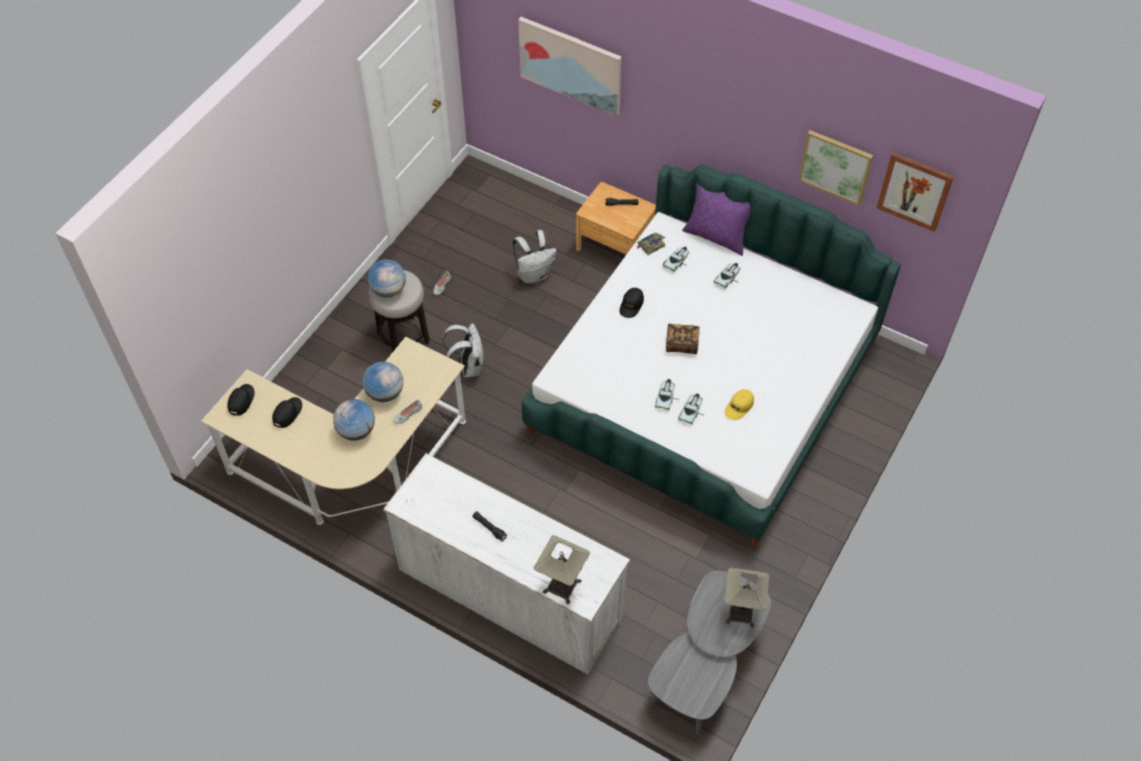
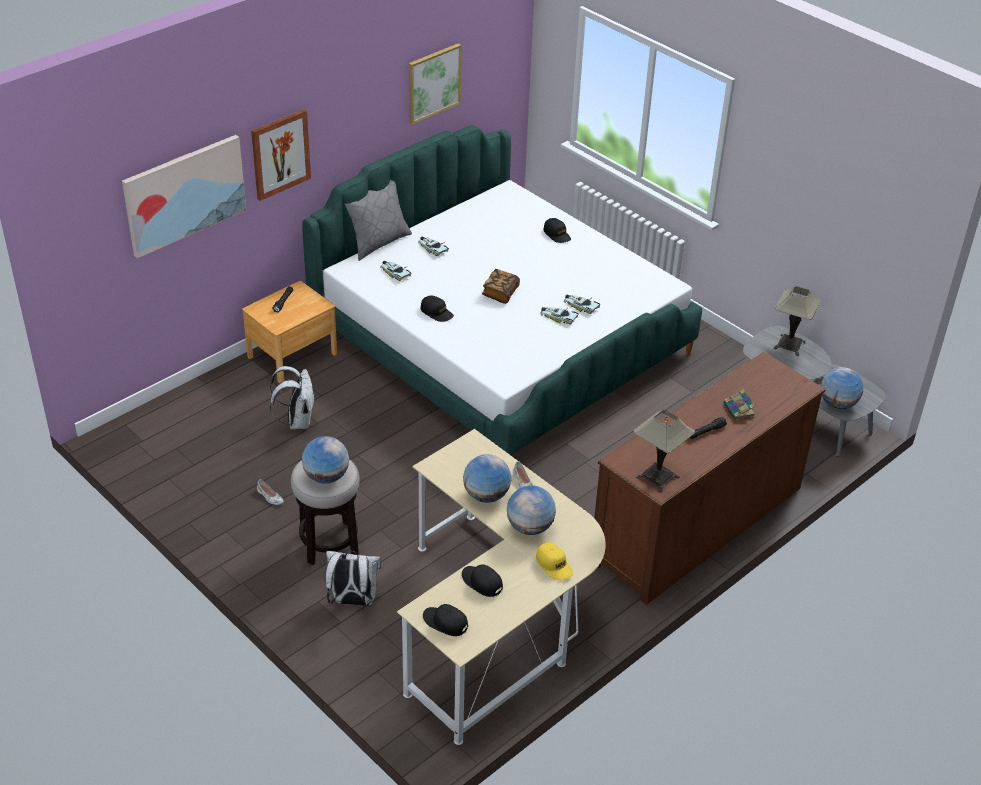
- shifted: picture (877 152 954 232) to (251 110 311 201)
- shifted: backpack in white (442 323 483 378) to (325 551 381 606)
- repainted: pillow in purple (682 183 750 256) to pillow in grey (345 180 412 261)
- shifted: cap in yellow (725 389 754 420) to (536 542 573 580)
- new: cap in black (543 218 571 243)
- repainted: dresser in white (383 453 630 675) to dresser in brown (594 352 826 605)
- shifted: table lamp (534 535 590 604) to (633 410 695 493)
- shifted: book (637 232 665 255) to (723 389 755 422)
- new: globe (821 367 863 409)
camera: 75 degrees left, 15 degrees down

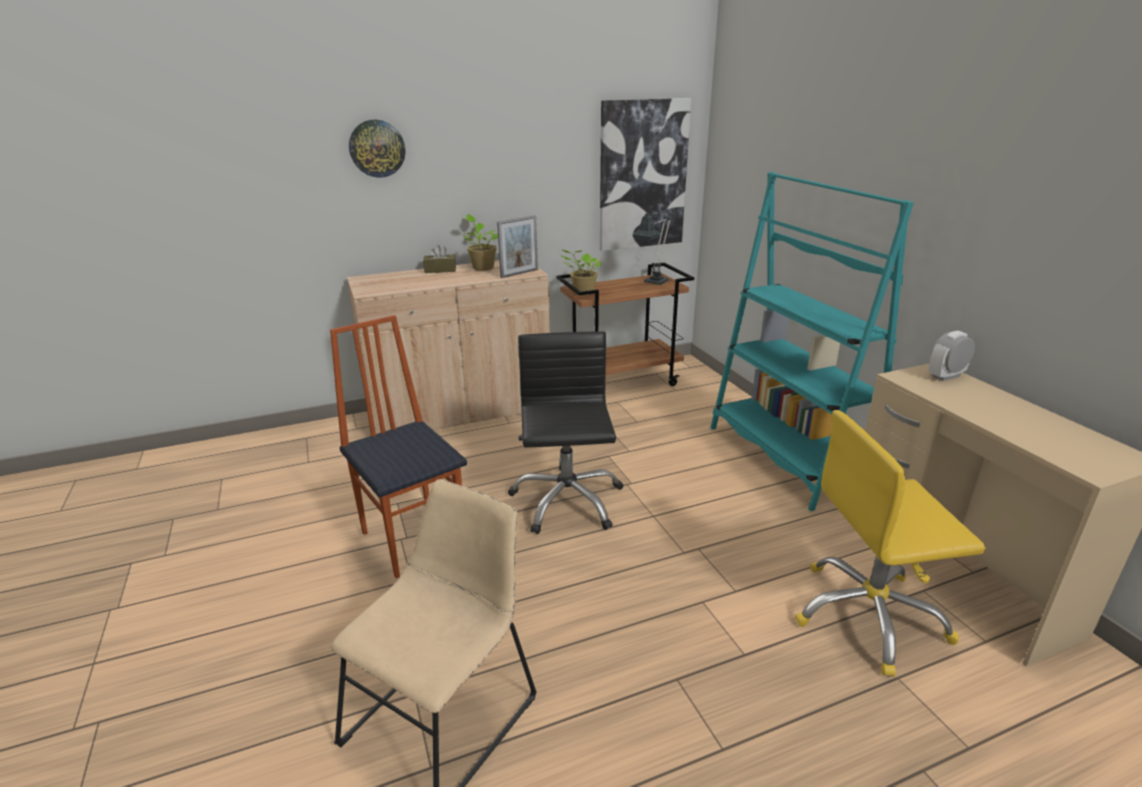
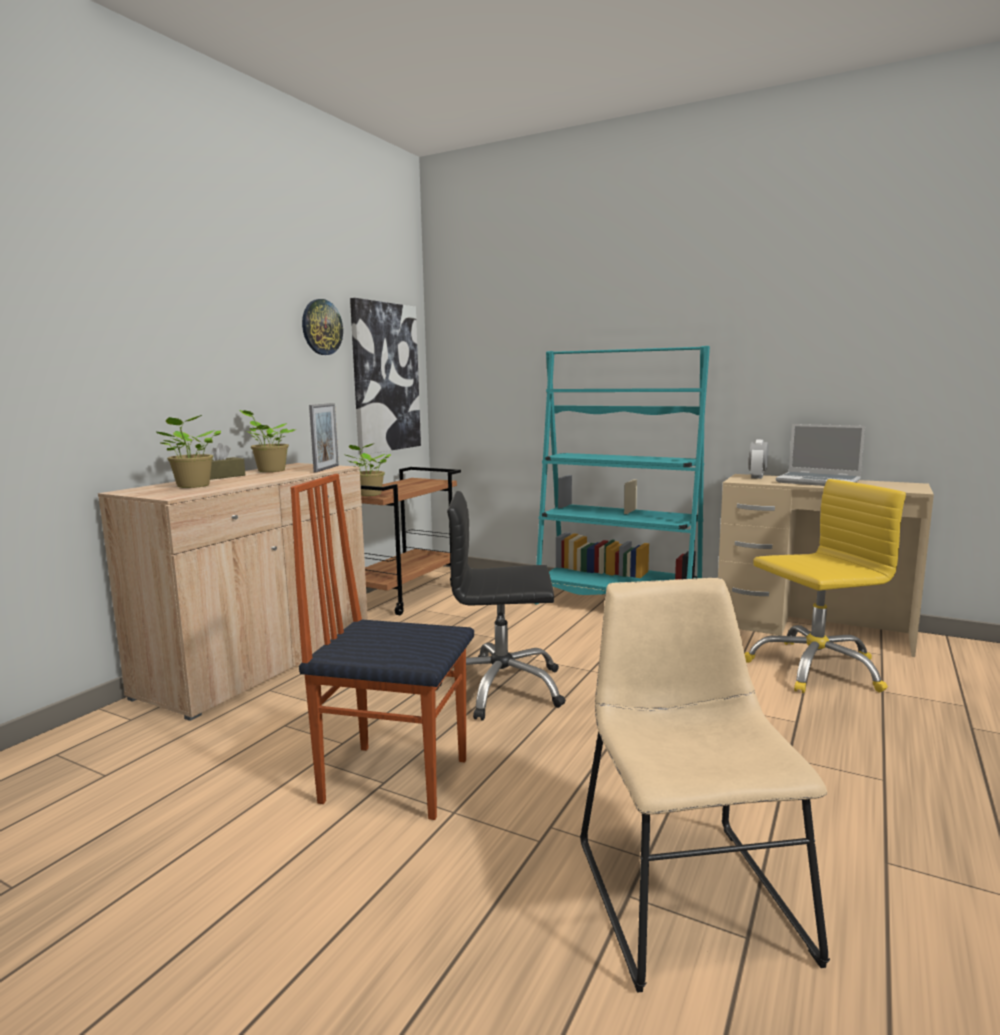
- new: potted plant (157 415 221 488)
- shifted: wall clock (349 120 405 178) to (302 299 343 355)
- rotated: office chair in black (508 332 623 534) = (436 491 566 721) 45 degrees counterclockwise
- rotated: office chair in yellow (795 410 985 677) = (744 479 906 693) 150 degrees counterclockwise
- new: laptop (776 424 865 486)
- gone: table lamp (632 210 671 285)
camera: 40 degrees left, 15 degrees down

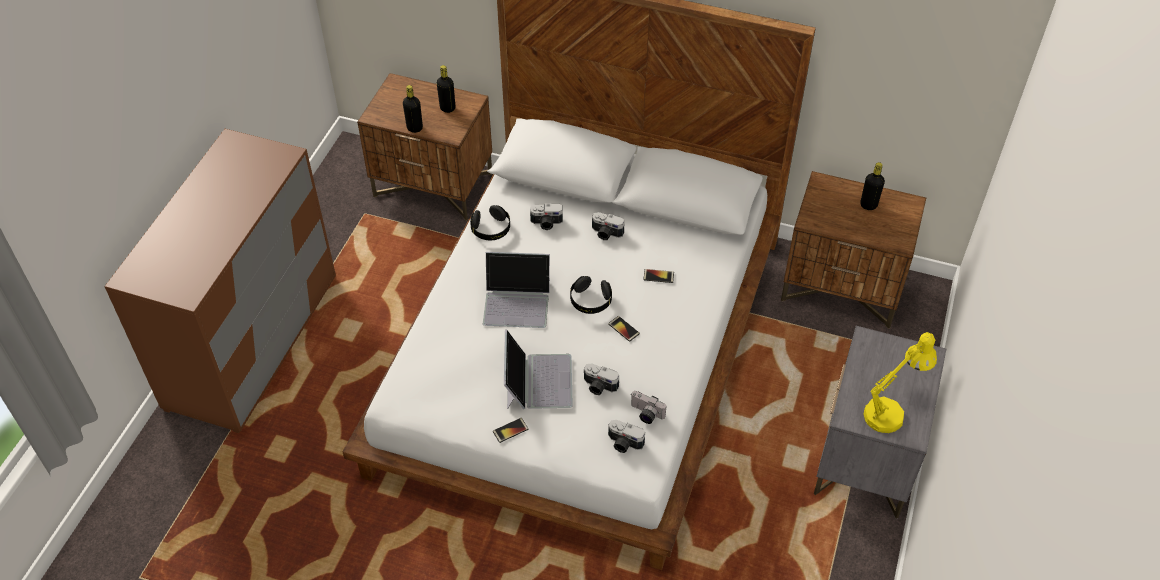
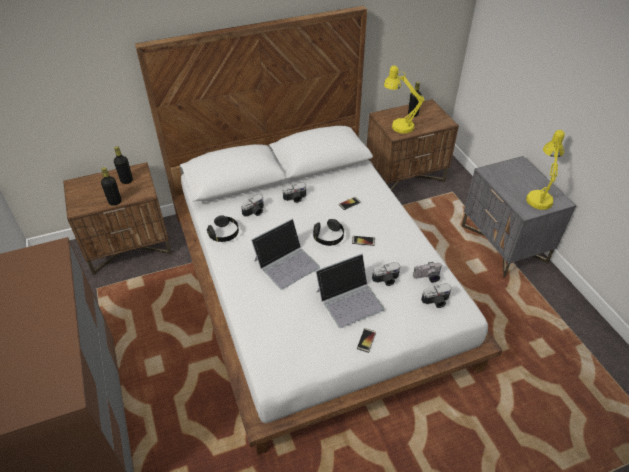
- rotated: laptop (504 329 573 409) = (316 254 384 328) 105 degrees clockwise
- new: table lamp in yellow (384 66 425 134)
camera: 40 degrees left, 5 degrees down

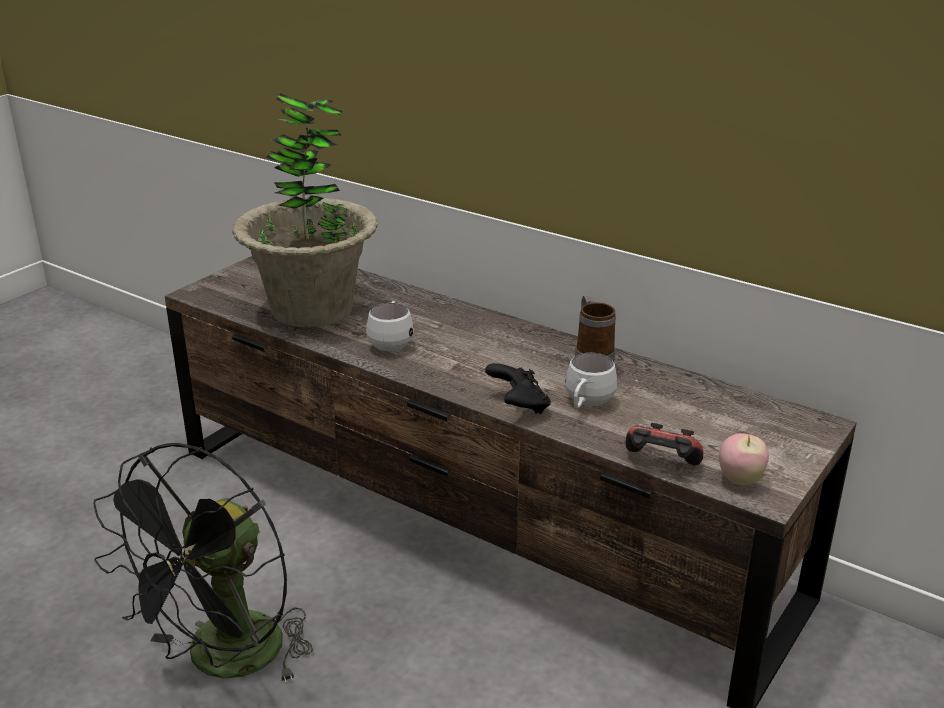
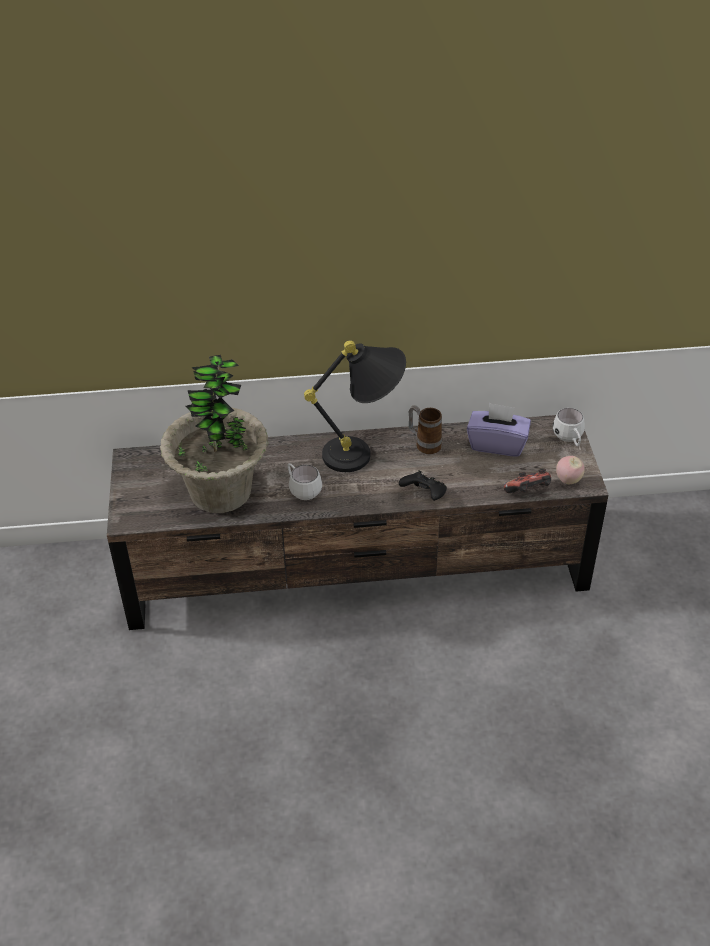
- new: table lamp in black (304 340 406 472)
- new: tissue box in purple (467 403 531 457)
- shifted: mug in white (565 353 617 408) to (553 408 585 446)
- gone: fan in black (93 443 313 685)
camera: 40 degrees left, 15 degrees up

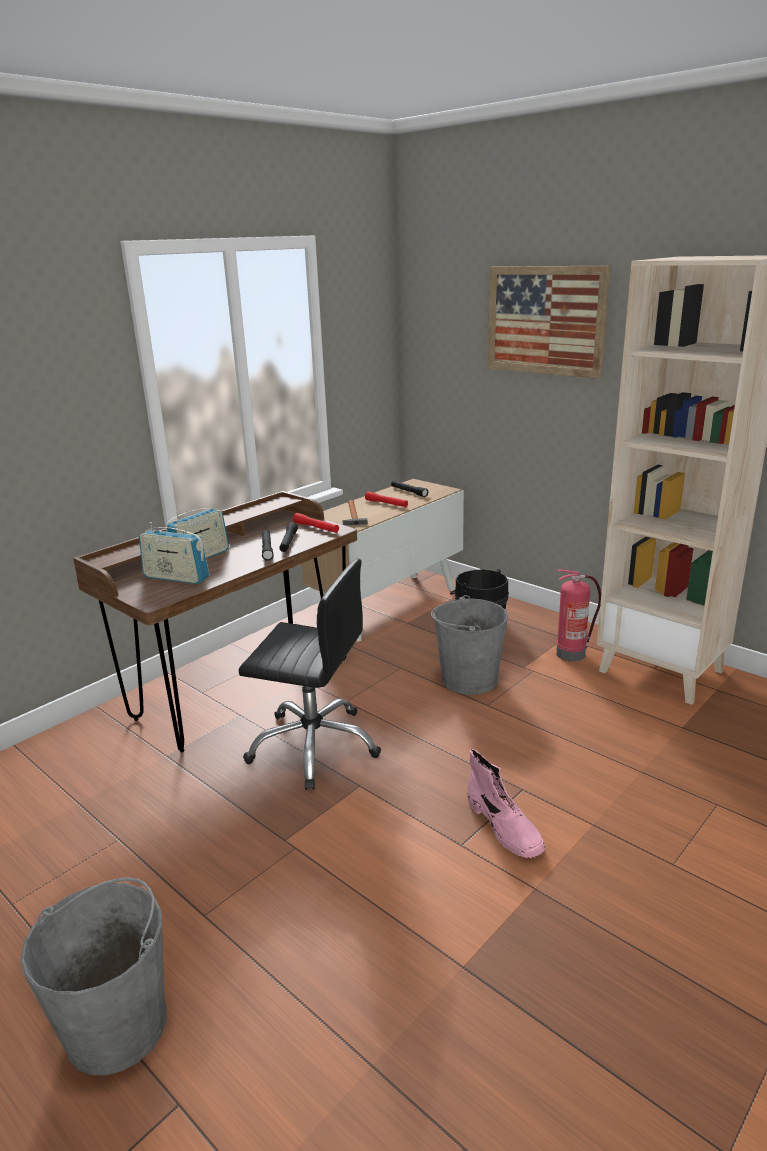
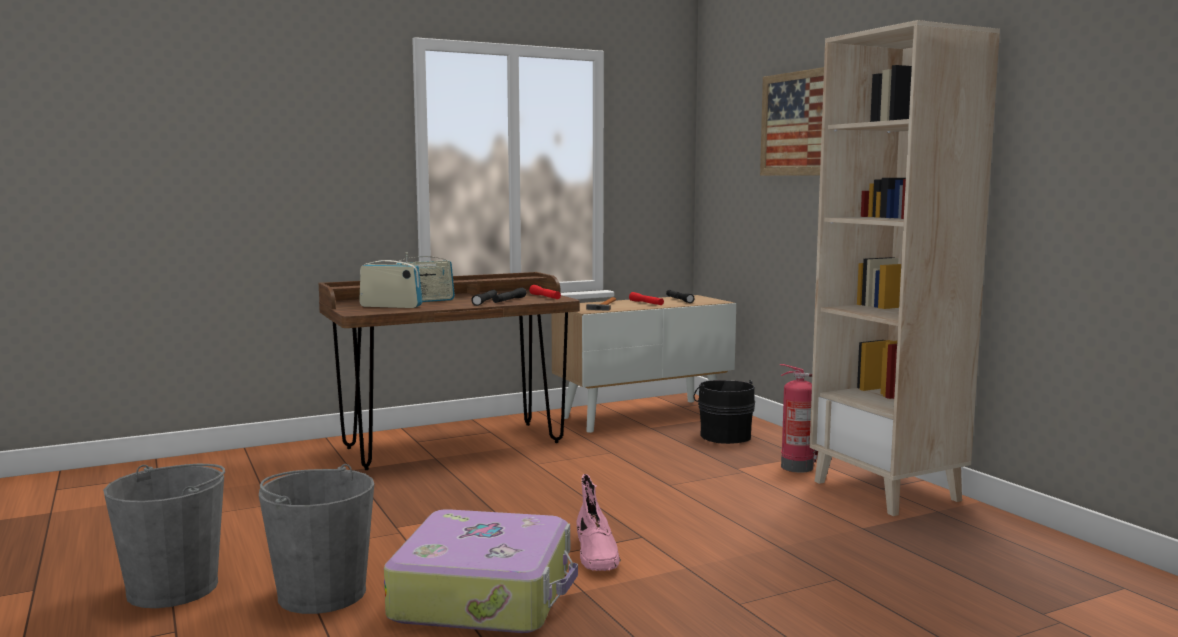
- shifted: bucket in grey (431 595 508 695) to (259 464 374 614)
- rotated: radio (139 522 209 584) = (359 255 422 308) 150 degrees clockwise
- new: suitcase (384 509 578 633)
- gone: office chair in black (238 559 381 790)
camera: 20 degrees right, 15 degrees down

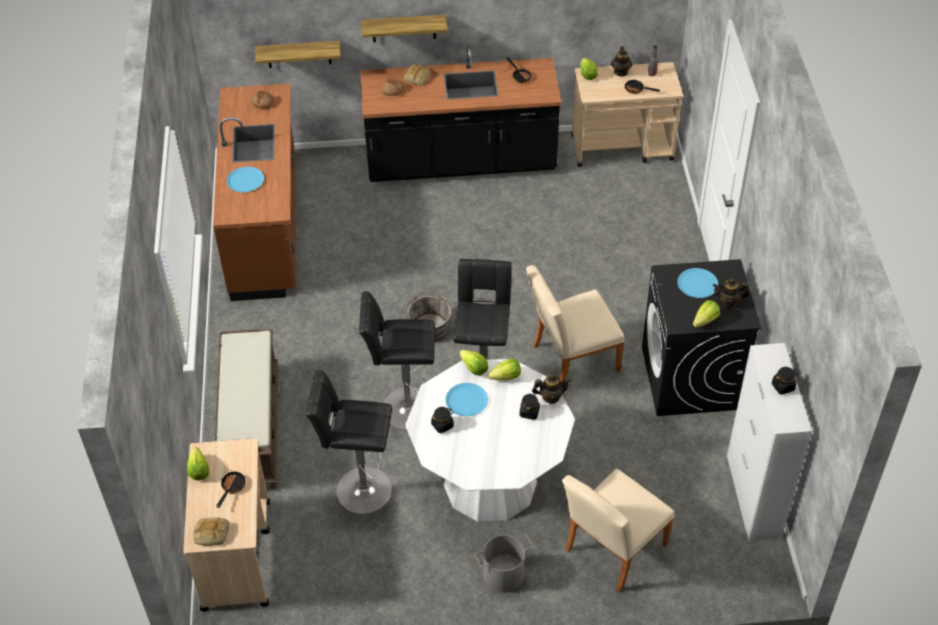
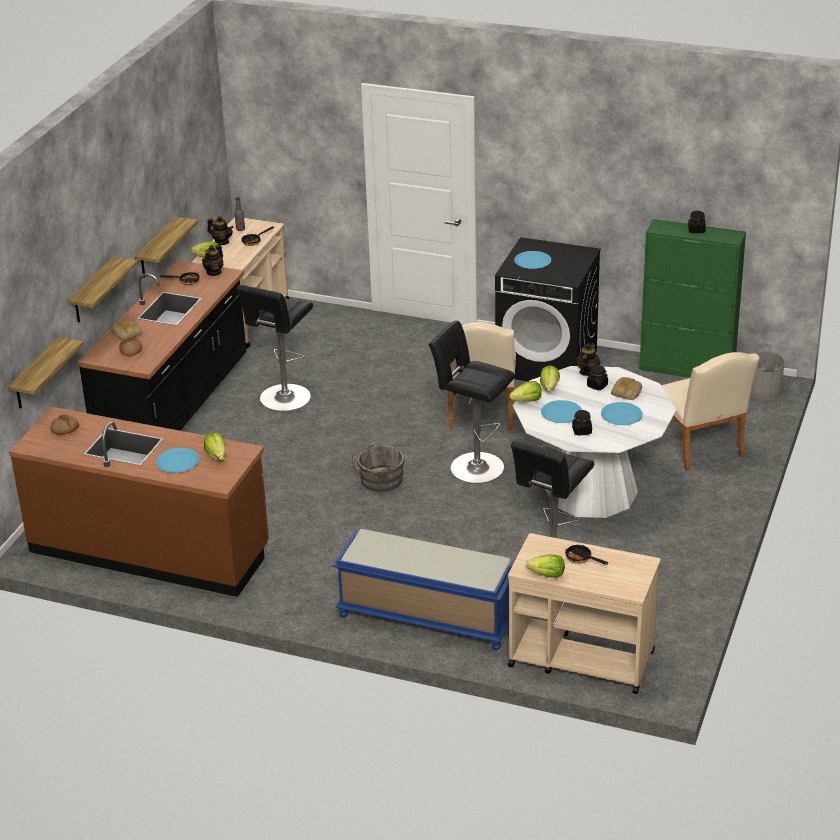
- new: shelf (135 216 198 277)
- shifted: teapot (713 279 749 309) to (202 245 223 276)
- shifted: lettuce (693 300 720 327) to (204 433 226 461)
- shifted: stool in black (359 291 435 430) to (237 285 313 411)
- repainted: bench in brown (215 329 278 488) to bench in blue (333 529 513 650)
- new: plate in blue (601 402 643 425)
- shifted: bread (193 518 229 546) to (611 377 642 400)
- repainted: cabinet in white (727 343 812 541) to cabinet in green (639 219 746 378)
- shifted: bucket in grey (475 534 533 593) to (750 344 784 400)
camera: 65 degrees left, 15 degrees down

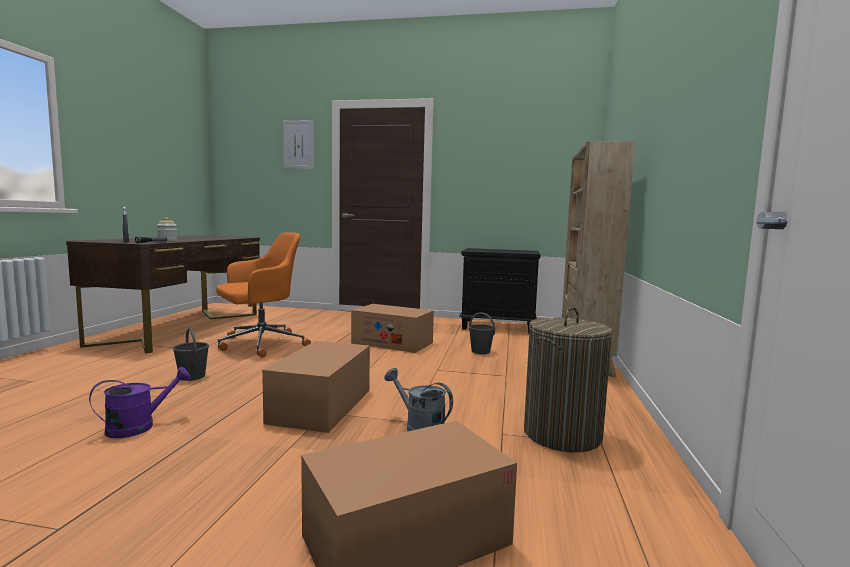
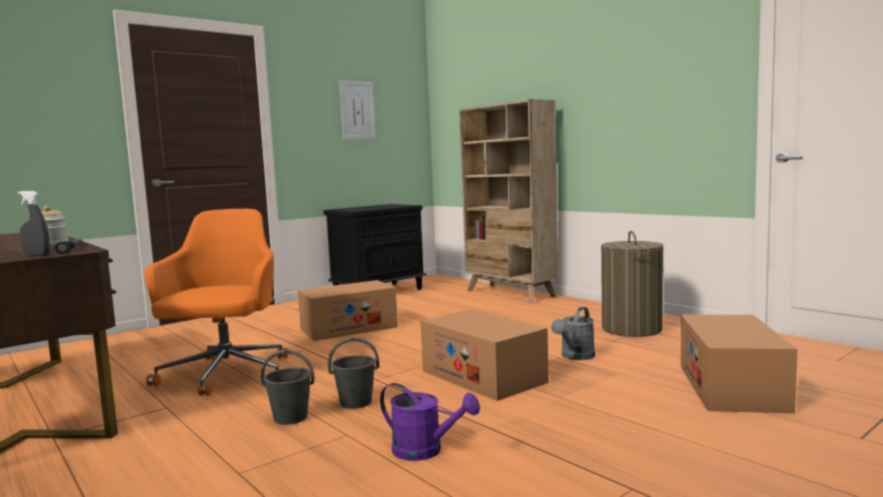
- shifted: bucket in grey (469 312 495 354) to (328 338 379 409)
- shifted: picture (283 120 314 169) to (339 80 376 140)
- rotated: watering can in purple (89 367 191 438) = (380 383 480 461) 120 degrees clockwise
- rotated: watering can in grey (384 368 453 431) = (551 307 595 360) 45 degrees counterclockwise
camera: 50 degrees left, 0 degrees up

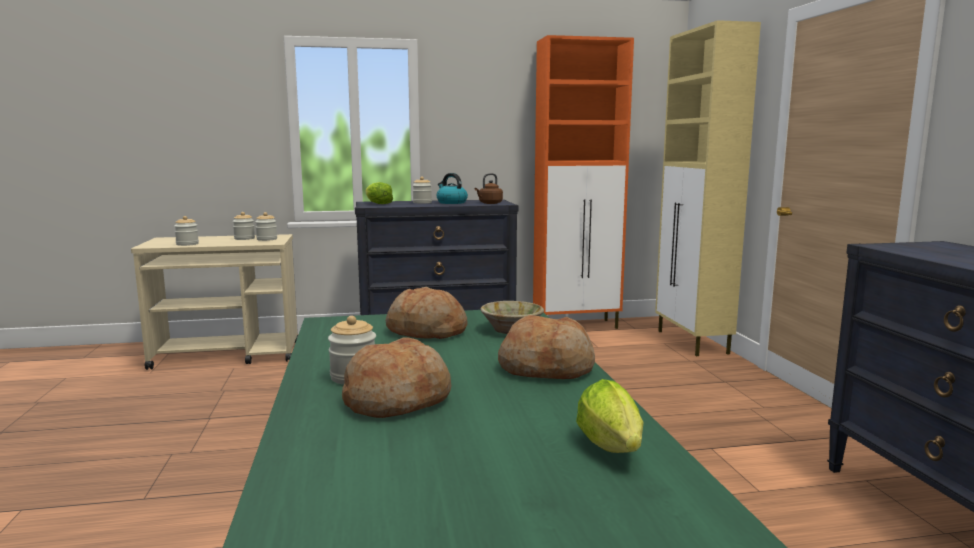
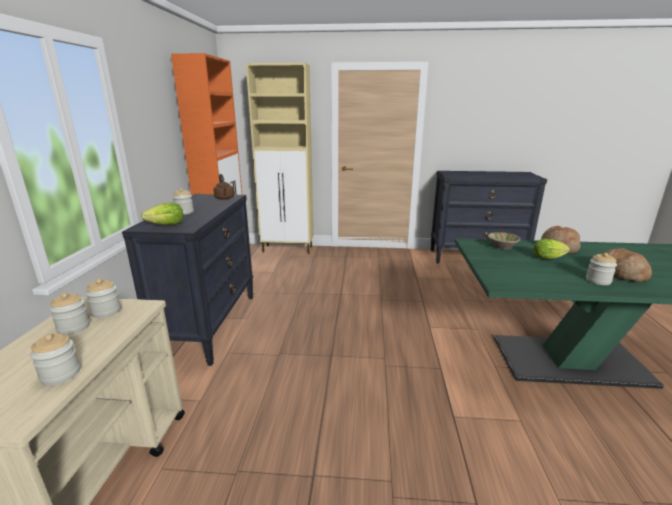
- shifted: lettuce (576 379 643 453) to (533 239 570 259)
- gone: bread (385 287 468 339)
- gone: kettle (437 173 468 204)
camera: 75 degrees left, 10 degrees up

